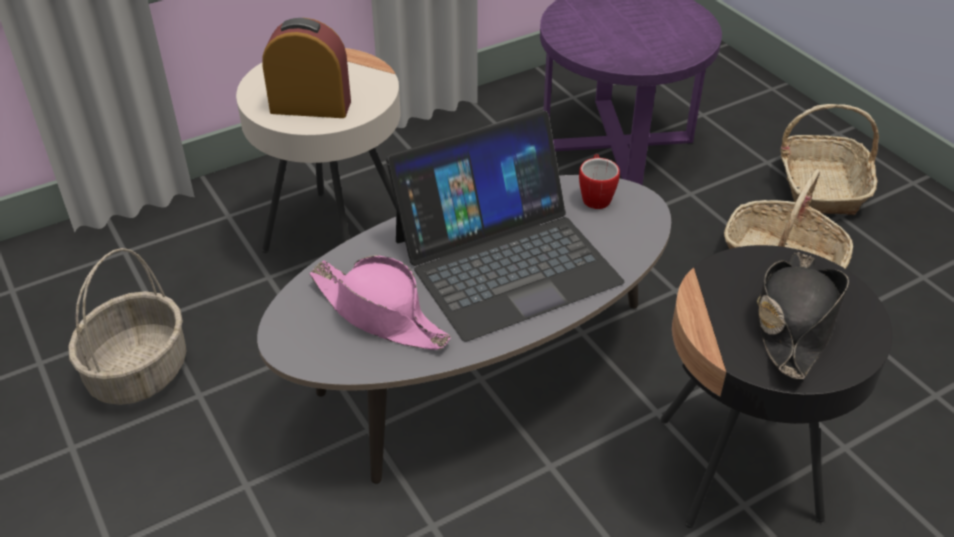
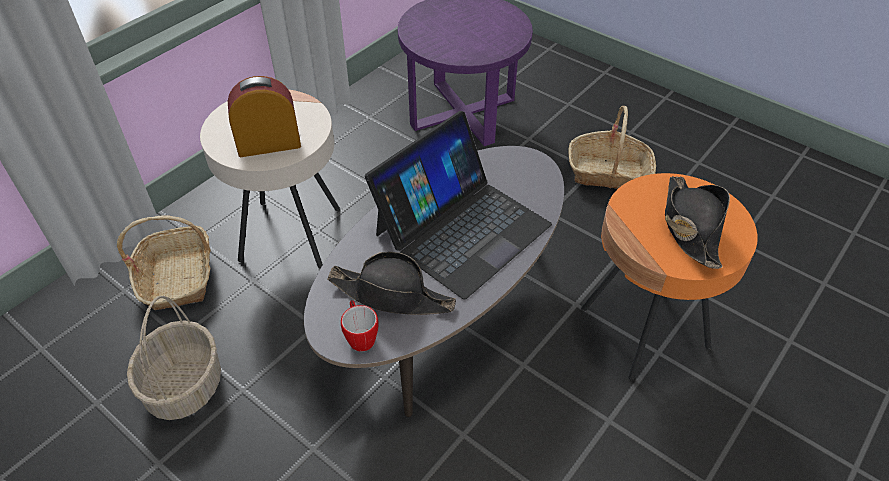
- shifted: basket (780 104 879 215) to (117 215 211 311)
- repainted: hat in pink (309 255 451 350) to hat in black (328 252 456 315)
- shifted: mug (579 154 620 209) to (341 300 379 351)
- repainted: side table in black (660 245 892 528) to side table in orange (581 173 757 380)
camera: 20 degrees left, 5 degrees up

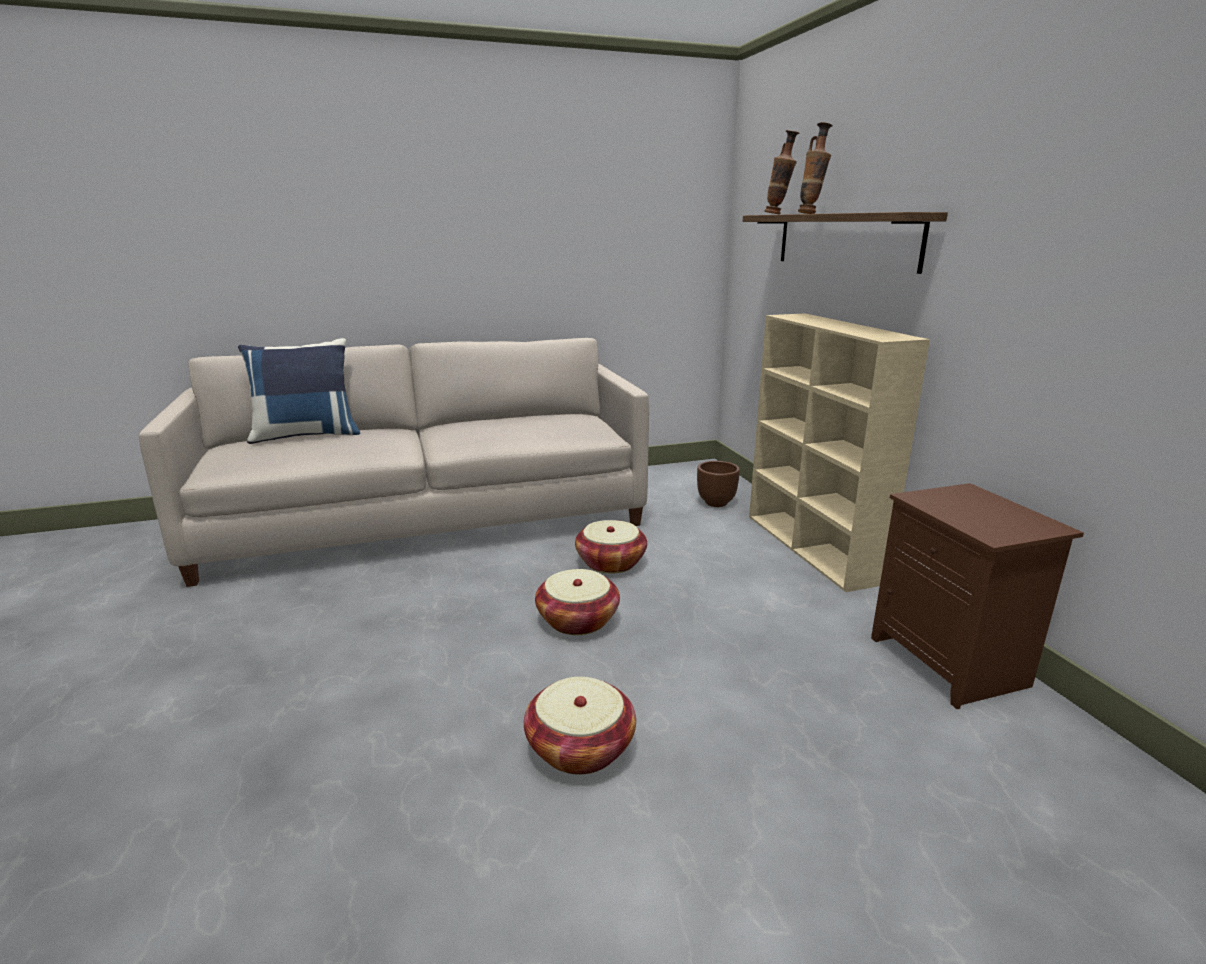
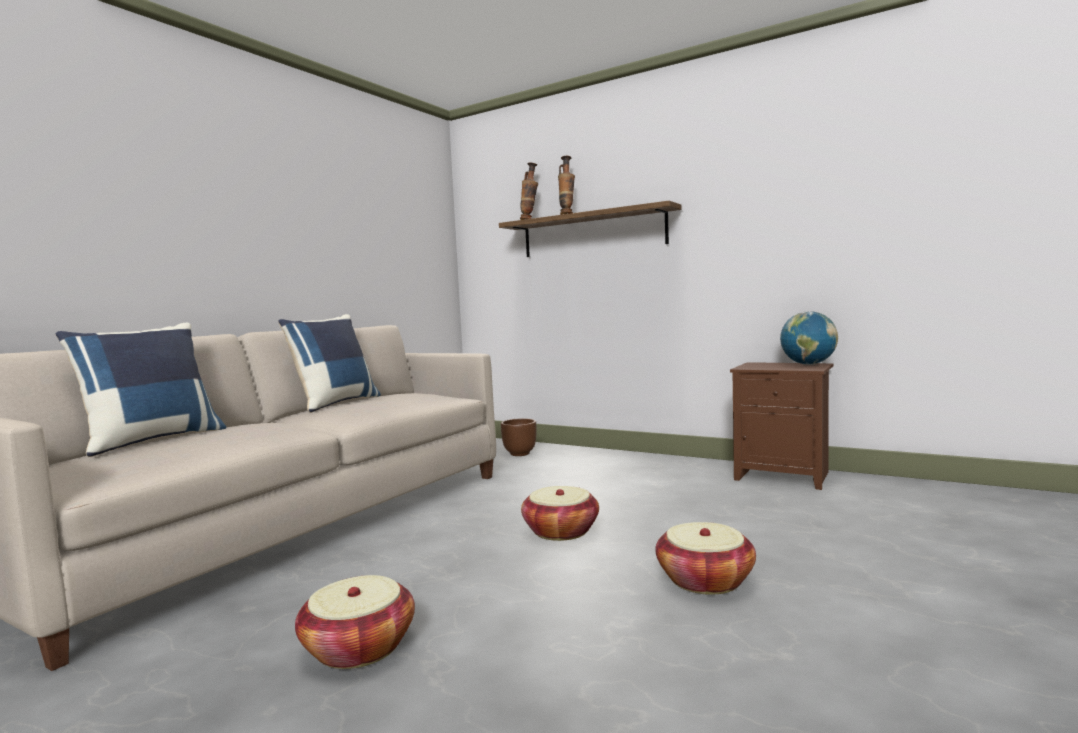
- new: pillow in blue (278 314 381 413)
- shifted: basket (575 520 647 573) to (295 575 415 669)
- new: globe (780 311 838 365)
- gone: bookcase in beige (749 313 930 592)
camera: 40 degrees left, 15 degrees down

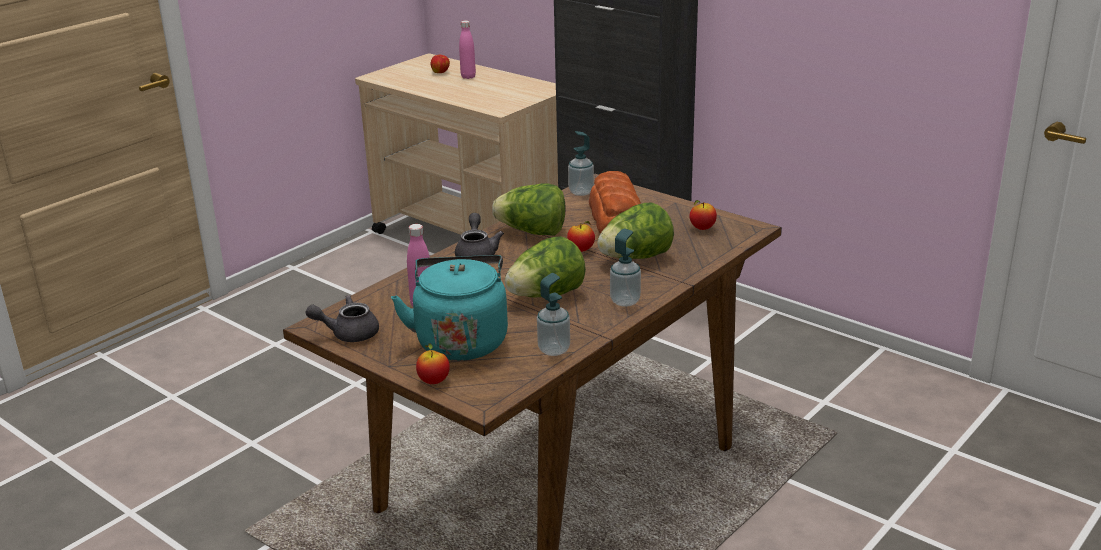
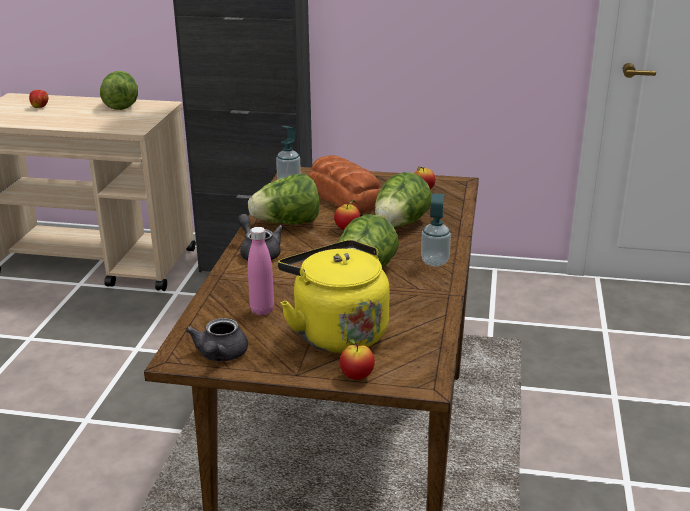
- new: lettuce (100 71 138 110)
- rotated: teapot in grey (305 295 379 342) = (185 318 248 361) 45 degrees counterclockwise
- repainted: kettle in turquoise (391 255 508 361) to kettle in yellow (278 240 390 353)
- gone: bottle in pink (459 20 476 79)
- gone: soap dispenser (537 273 570 356)
camera: 30 degrees left, 0 degrees up

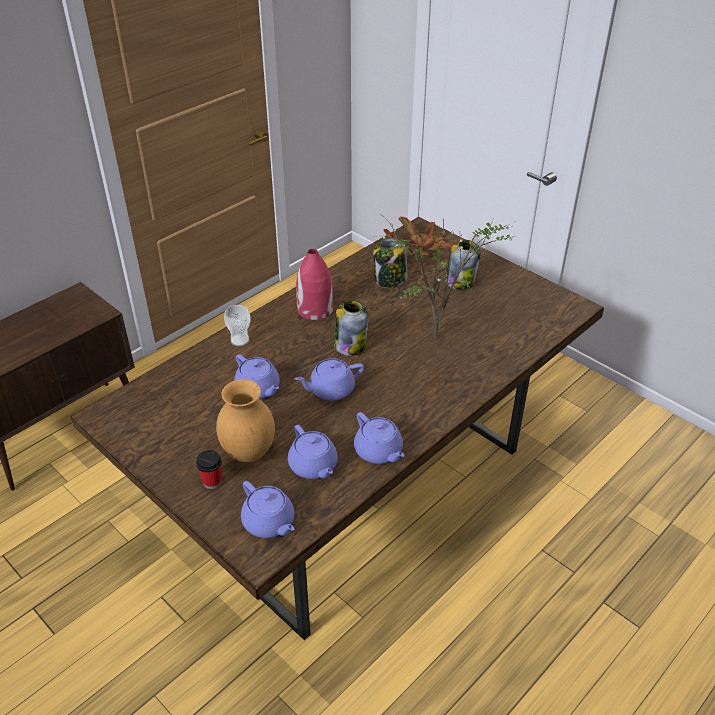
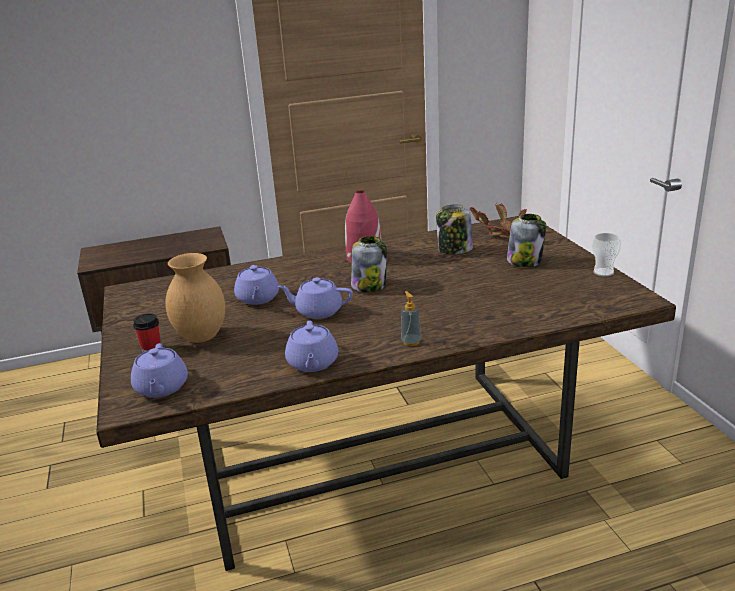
- new: soap dispenser (401 291 421 346)
- shifted: cup (224 305 251 346) to (592 233 621 276)
- gone: teapot in purple (288 425 338 479)
- gone: potted plant (371 215 515 338)
camera: 30 degrees right, 15 degrees down

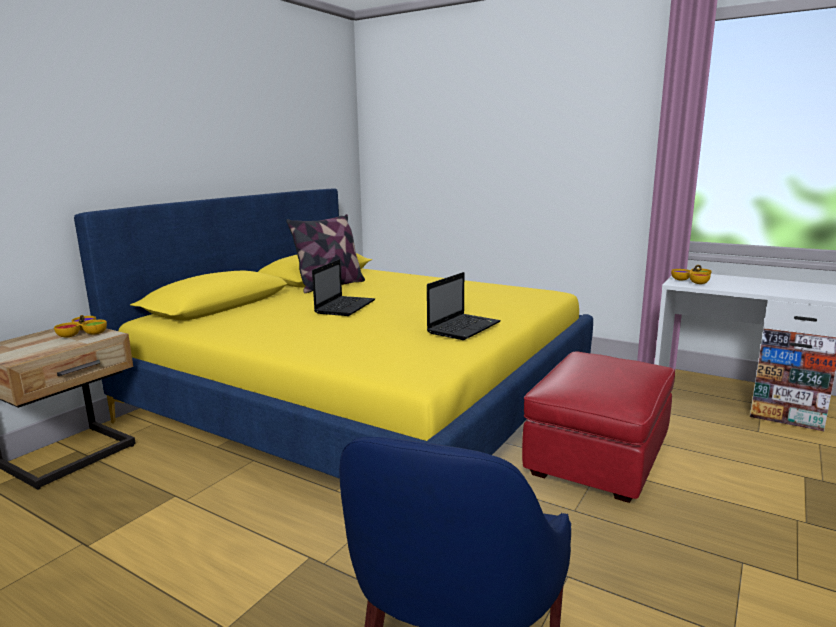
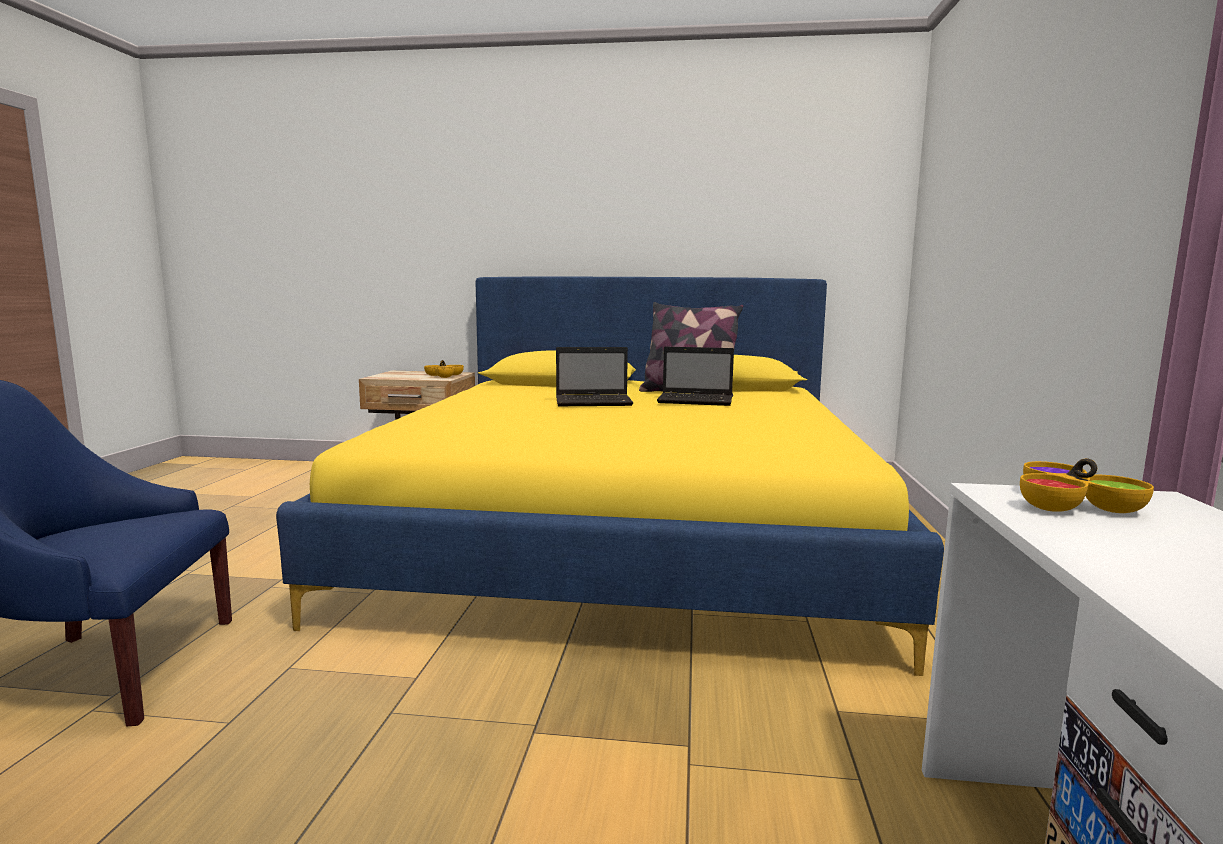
- shifted: laptop (427 272 501 340) to (657 347 734 406)
- gone: ottoman in red (522 352 675 503)
camera: 65 degrees right, 5 degrees down

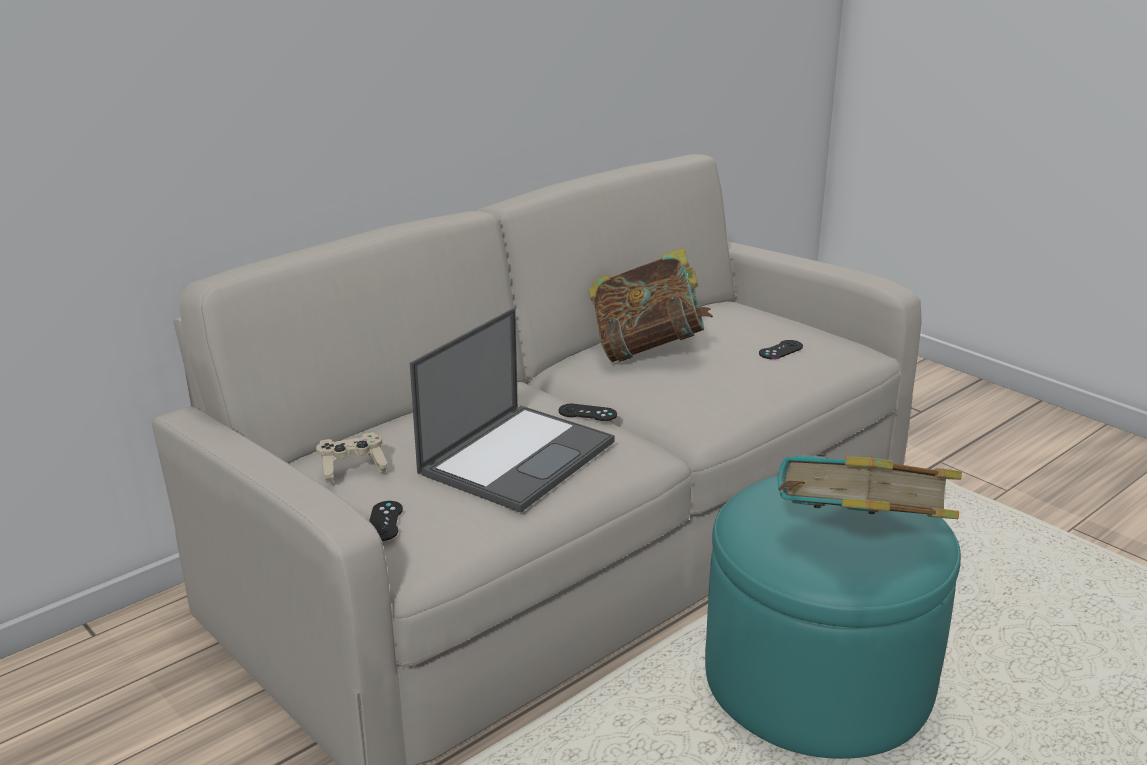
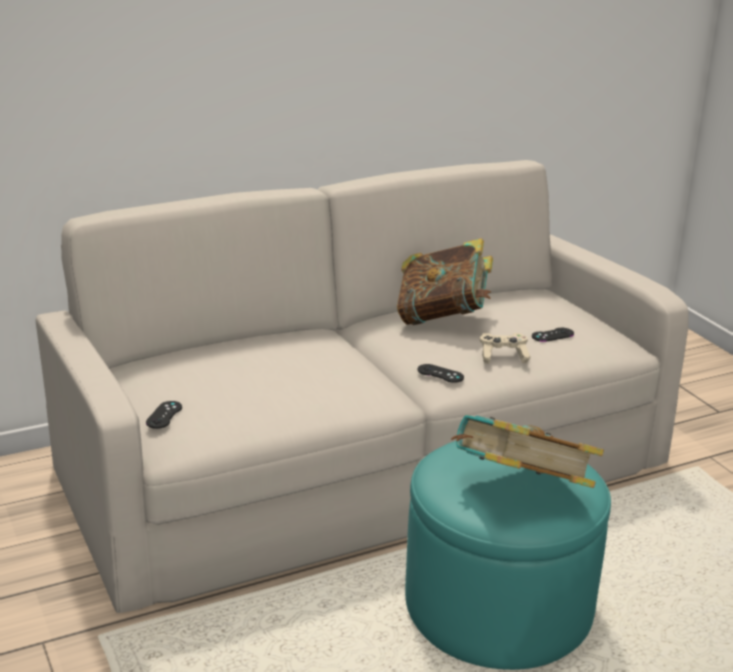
- shifted: game controller in black (558 404 617 421) to (418 364 464 383)
- shifted: game controller in beige (316 432 389 483) to (480 333 531 364)
- gone: laptop (410 308 615 513)
camera: 15 degrees right, 0 degrees up

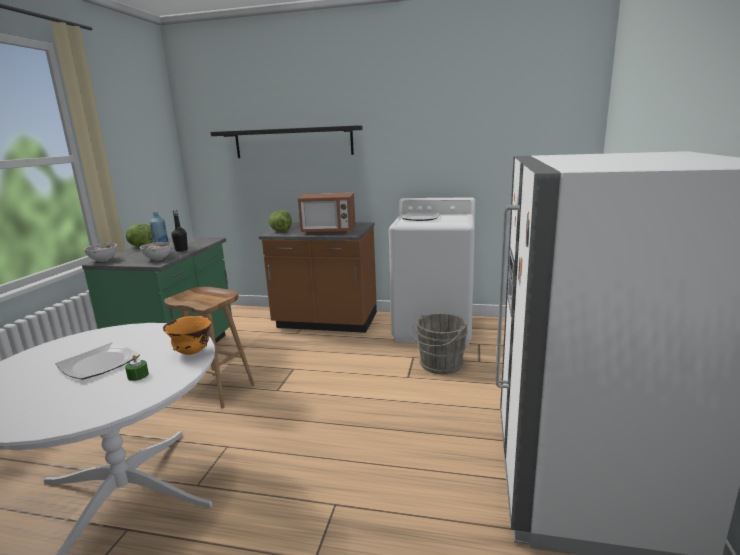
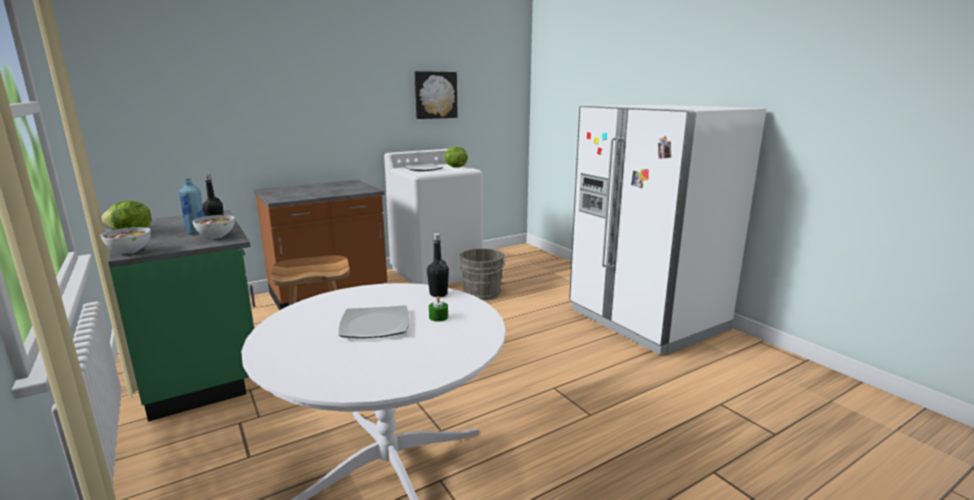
- new: picture (415 71 458 119)
- swapped: bowl in orange (163 316 212 355) to bottle in black (427 233 449 297)
- shifted: lettuce (269 210 292 232) to (444 147 468 168)
- gone: shelf in black (211 126 363 158)
- gone: microwave (298 193 355 234)
camera: 45 degrees left, 0 degrees up

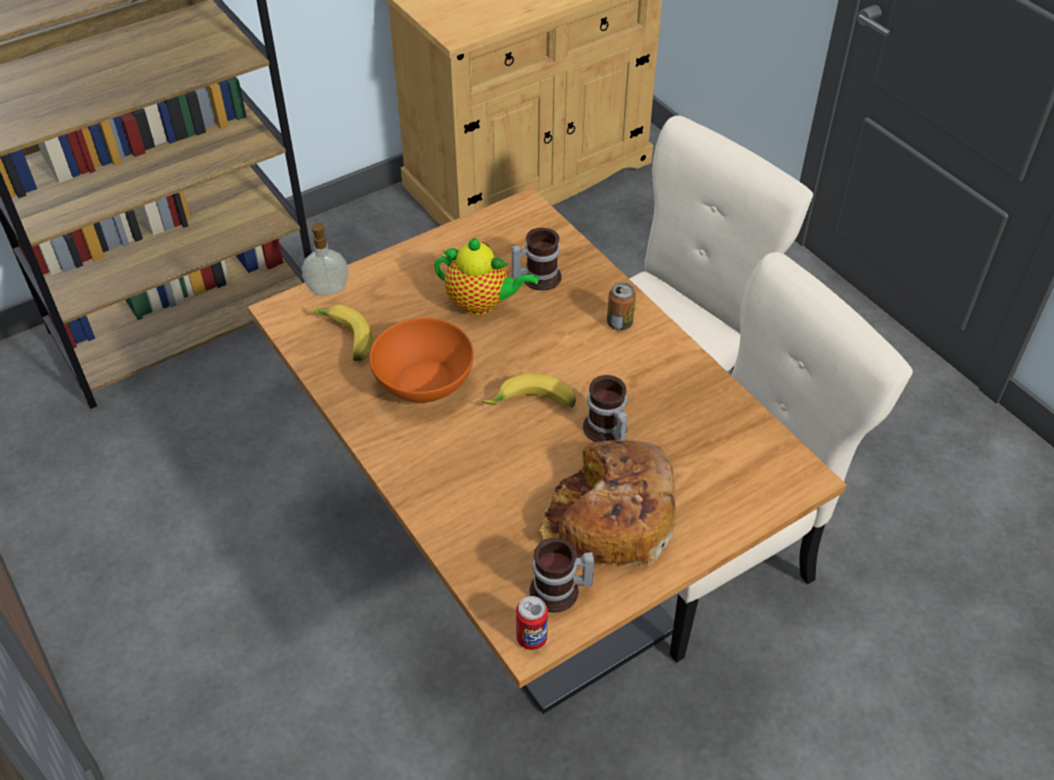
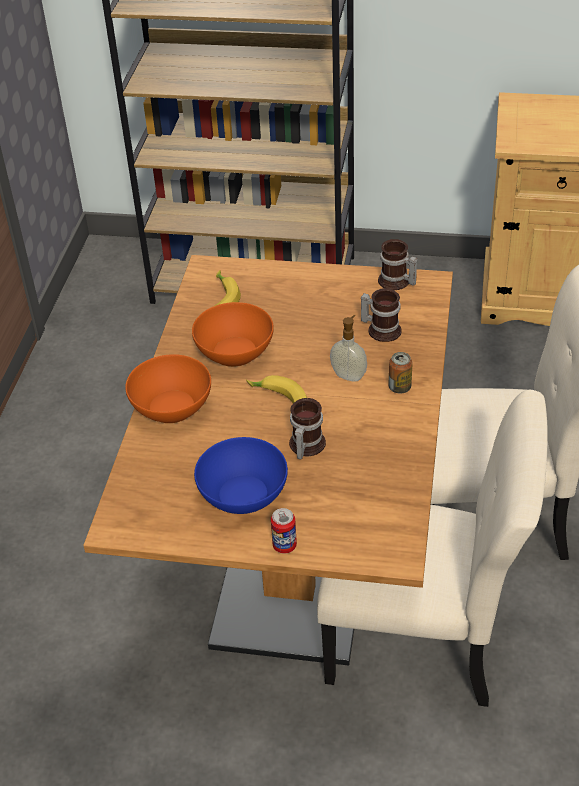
- new: bowl in orange (125 354 211 423)
- swapped: bread (539 439 676 566) to bowl in blue (194 437 288 514)
- shifted: can (516 596 548 650) to (271 508 297 554)
- shifted: soap dispenser (302 220 348 296) to (330 315 367 382)
- shifted: mug (529 538 594 613) to (378 239 417 290)
- gone: teapot (434 237 539 316)
camera: 45 degrees right, 5 degrees down

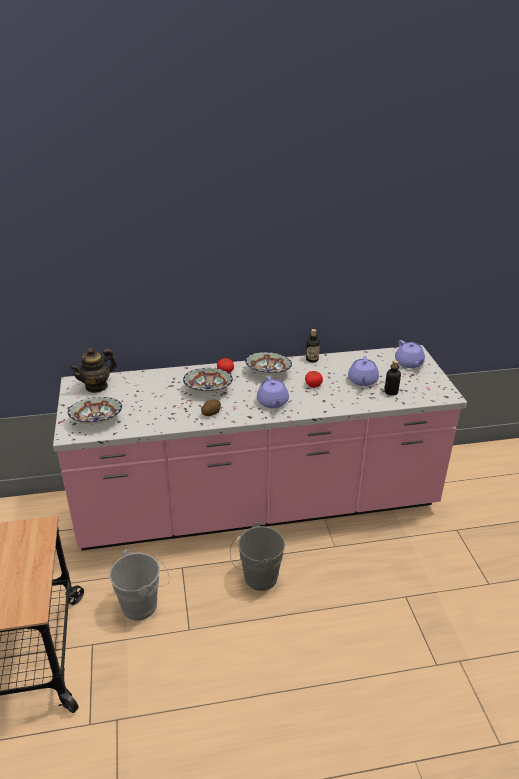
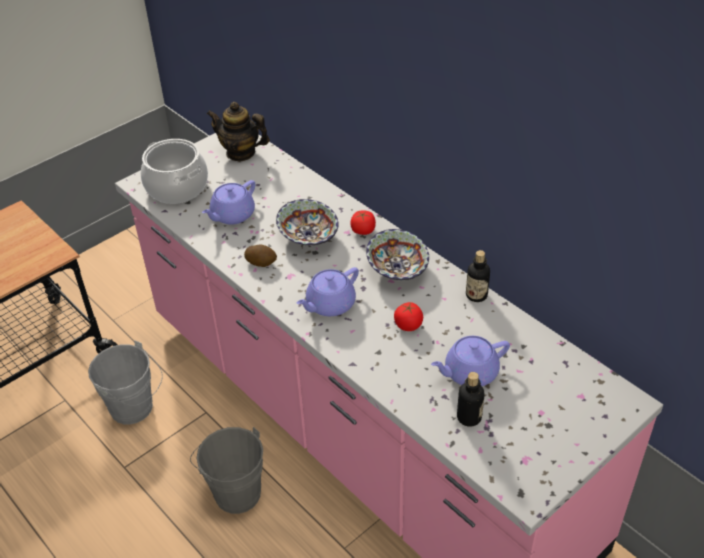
- swapped: bowl (68 397 122 424) to cooking pot (141 139 208 204)
- shifted: teapot in purple (395 340 425 368) to (202 180 255 225)
camera: 60 degrees right, 10 degrees up

